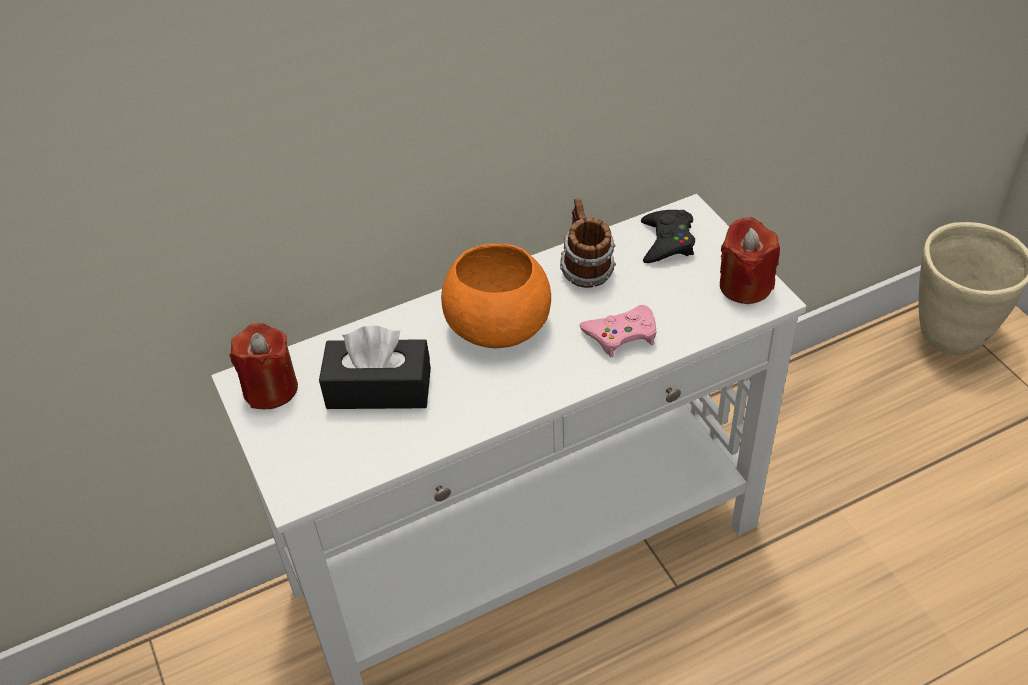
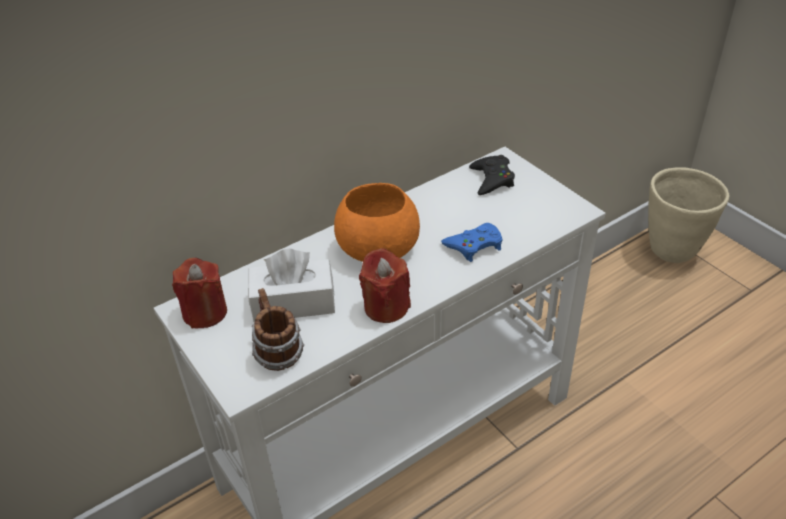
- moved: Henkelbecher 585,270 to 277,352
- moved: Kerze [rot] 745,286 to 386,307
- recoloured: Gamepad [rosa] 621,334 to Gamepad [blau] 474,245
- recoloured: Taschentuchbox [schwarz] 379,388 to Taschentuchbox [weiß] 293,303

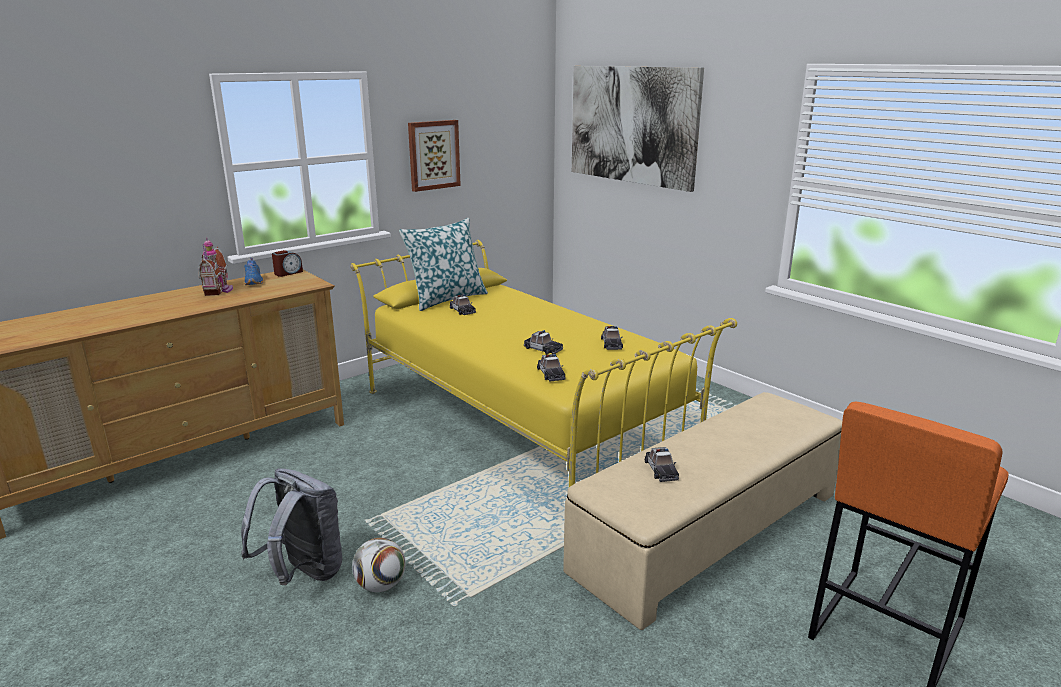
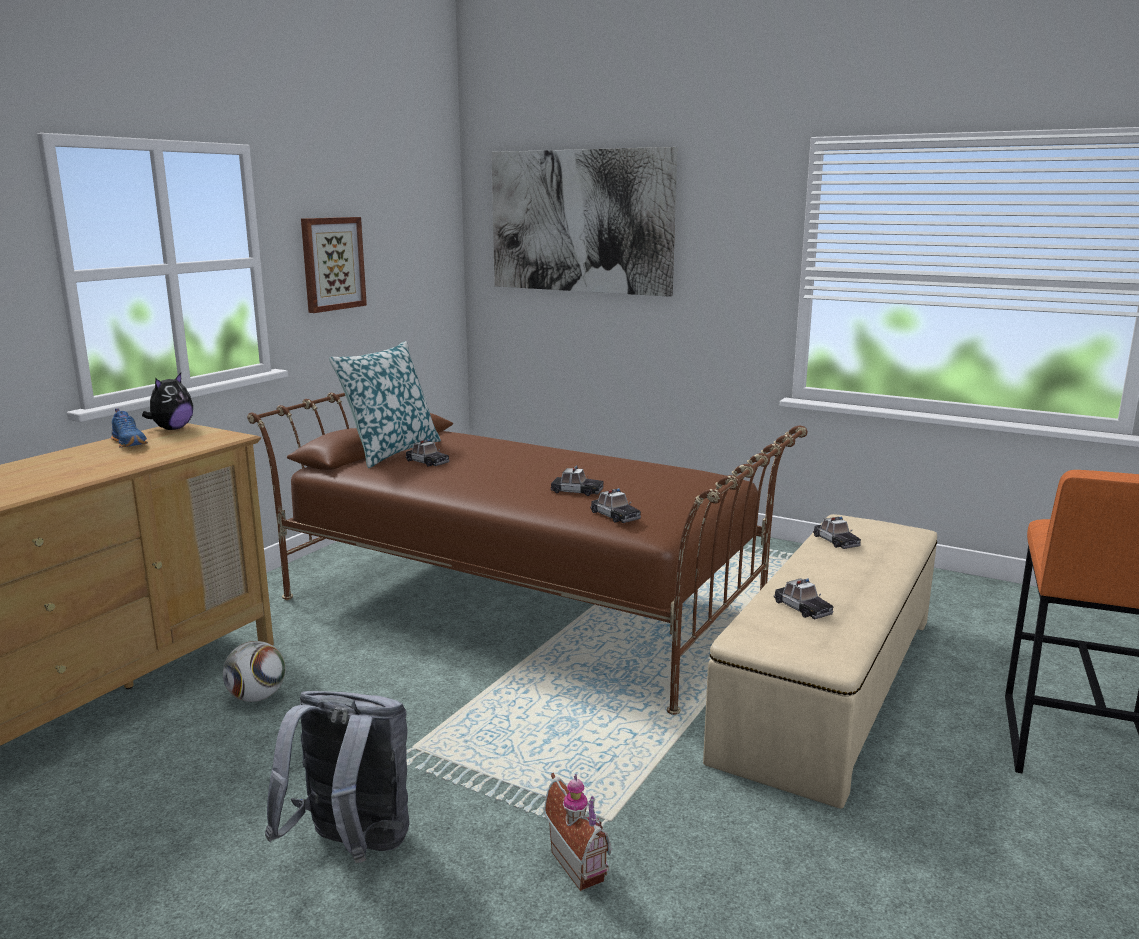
- moved: Spielzeughaus 219,290 to 582,863
- recoloured: Bett [gelb] 520,423 to Bett [braun] 521,605
- replaced: Wecker 288,273 to Plüschtier 172,429
- moved: Spielzeugauto 611,344 to 835,541
- moved: Fußball 381,585 to 257,697

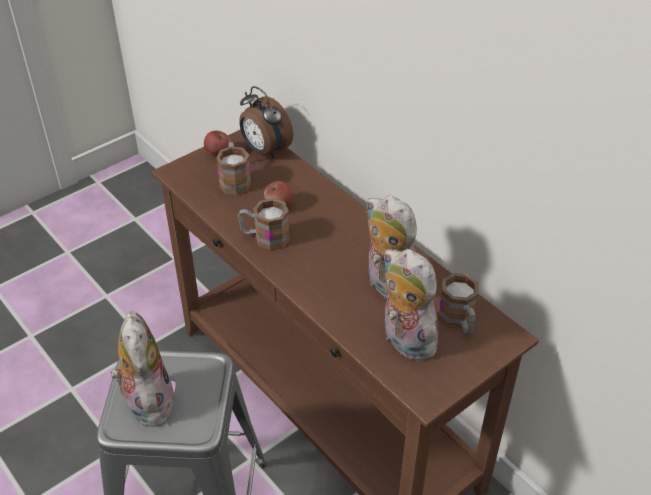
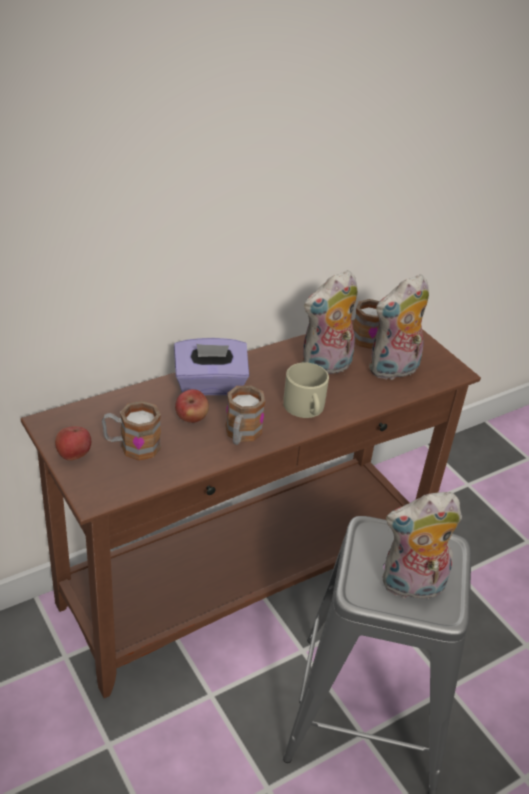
- removed: Wecker 265,150
- added: Taschentuchbox [lila] 210,385
- added: Henkelbecher [beige] 305,408

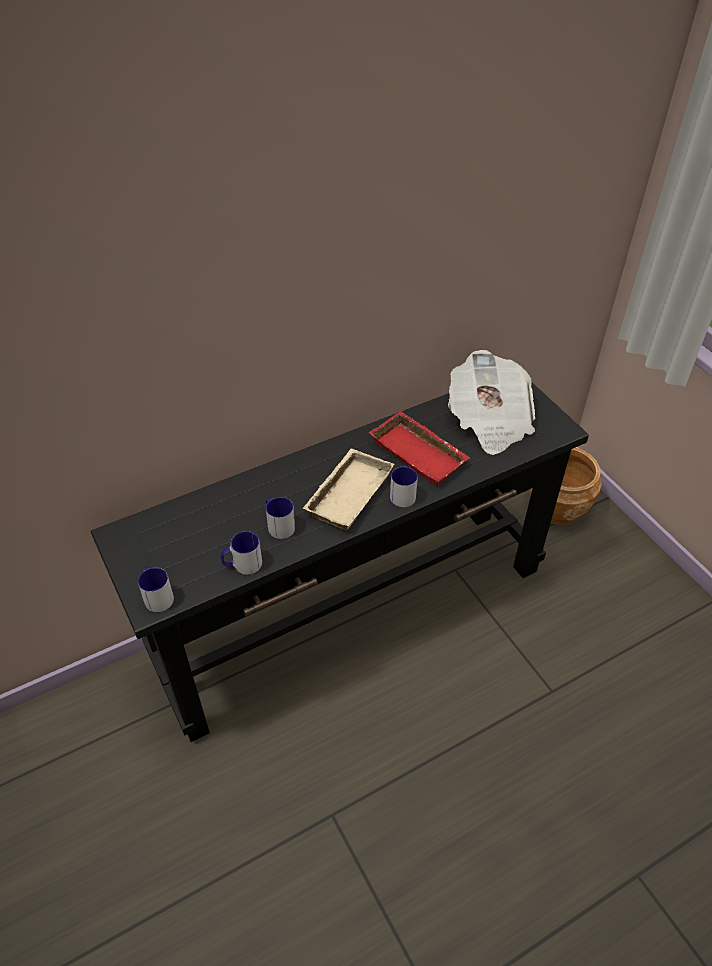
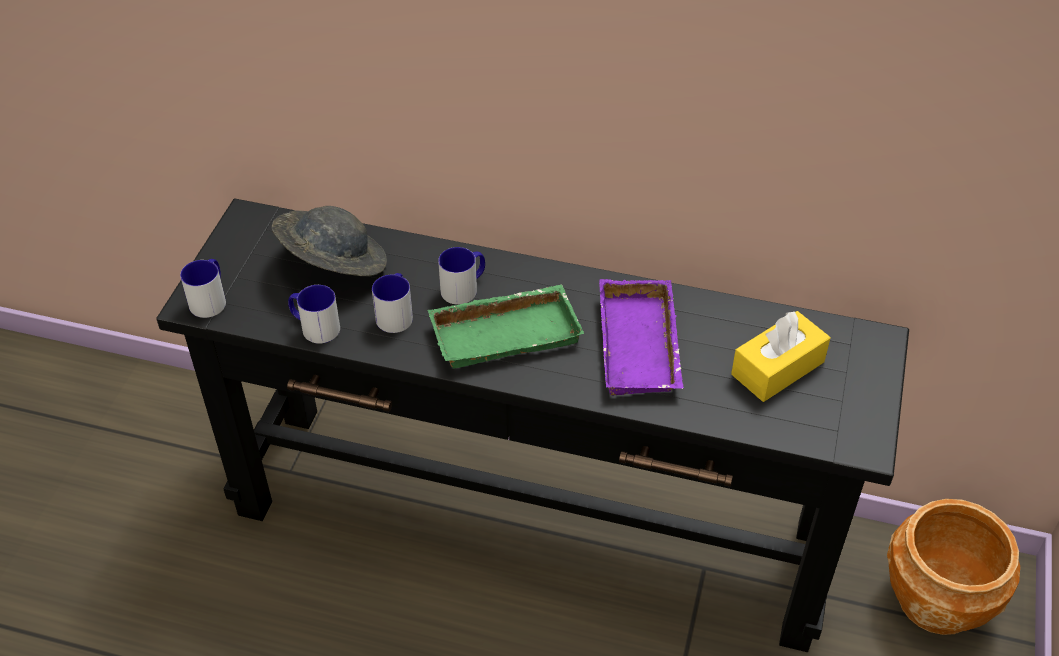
- replaced: Zeitung 489,421 to Taschentuchbox [gelb] 777,368
- recoloured: Tablett [rot] 420,453 to Tablett [lila] 642,346
- recoloured: Tablett [beige] 347,492 to Tablett [grün] 506,331
- moved: Henkelbecher 403,493 to 464,288
- added: Hut [grau] 332,263

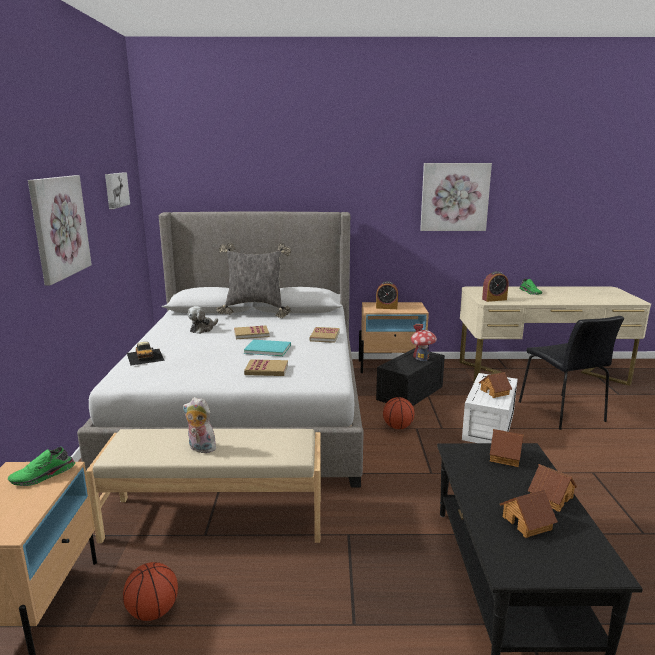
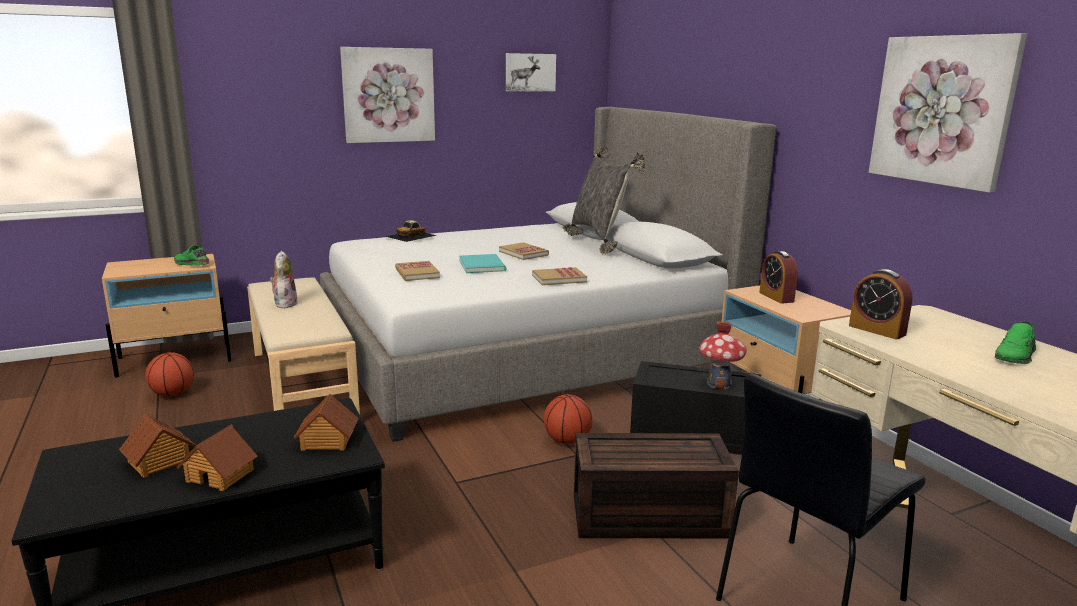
- removed: Plüschtier 203,329
- removed: Spielzeughaus 495,392
- recoloured: Aufbewahrungsbox [weiß] 490,426 to Aufbewahrungsbox [braun] 647,517

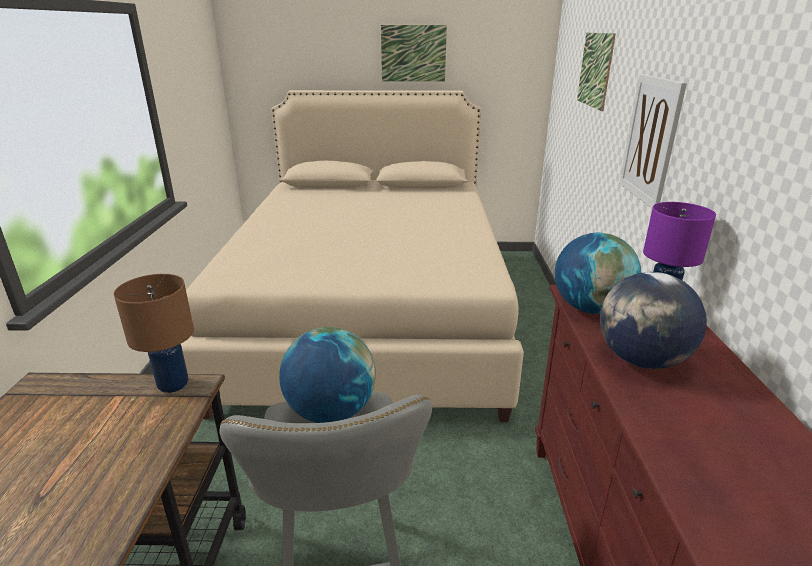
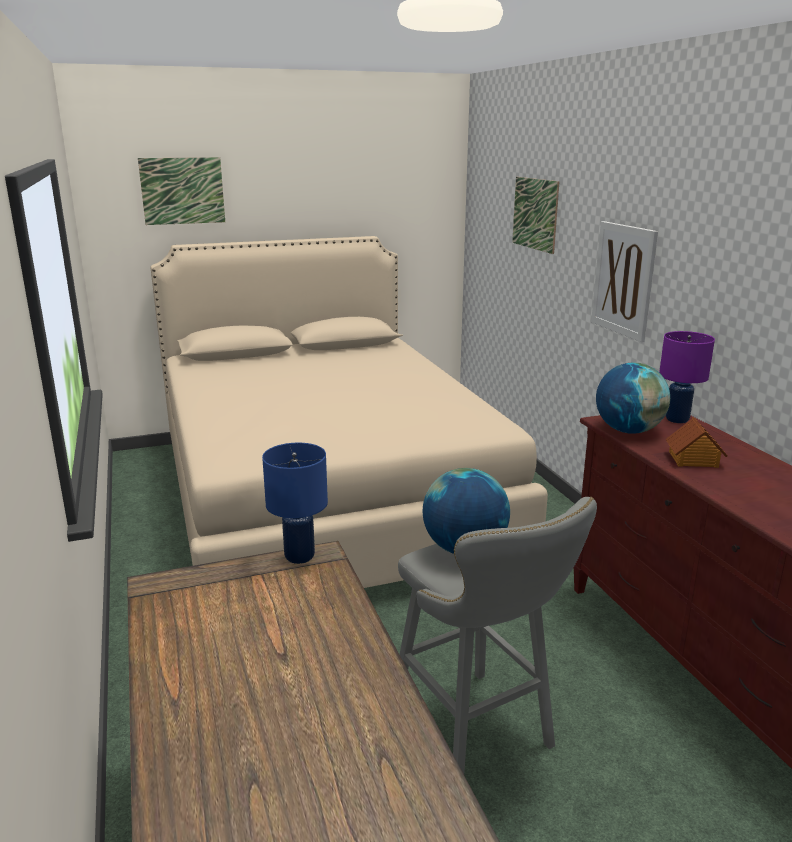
- moved: Bild 413,53 to 182,191
- replaced: Globus 640,360 to Spielzeughaus 693,459
- recoloured: Tischlampe [braun] 172,384 to Tischlampe [blau] 297,557

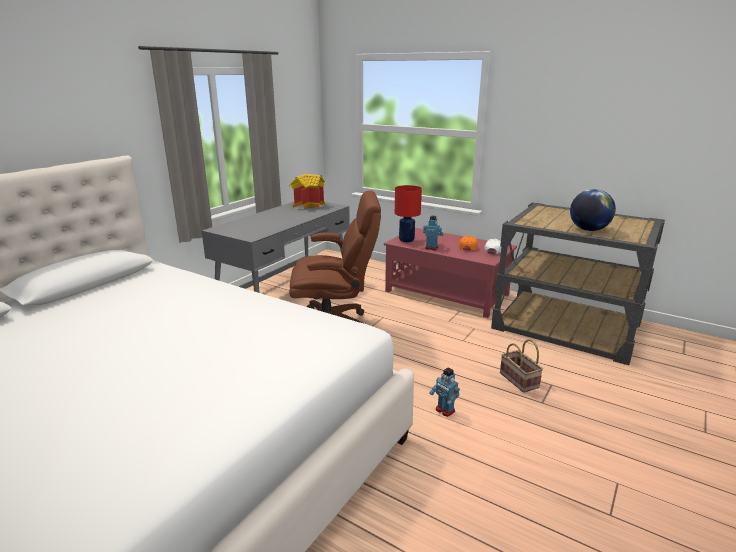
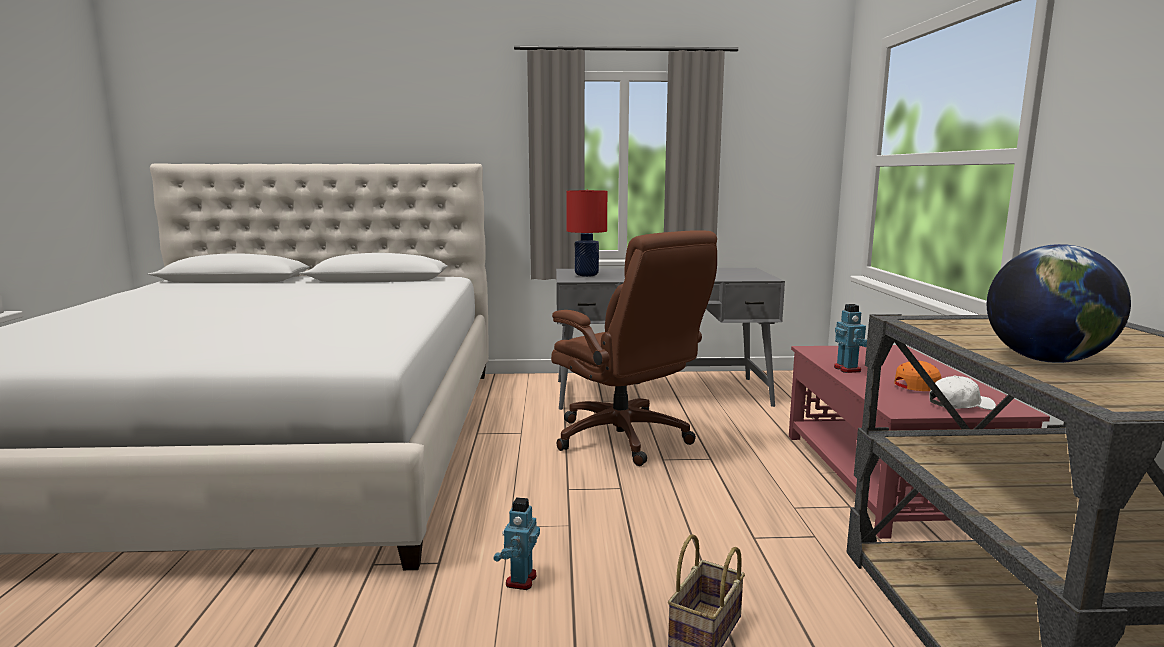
- removed: Spielzeughaus 309,205
- moved: Tischlampe [rot] 406,241 to 586,276

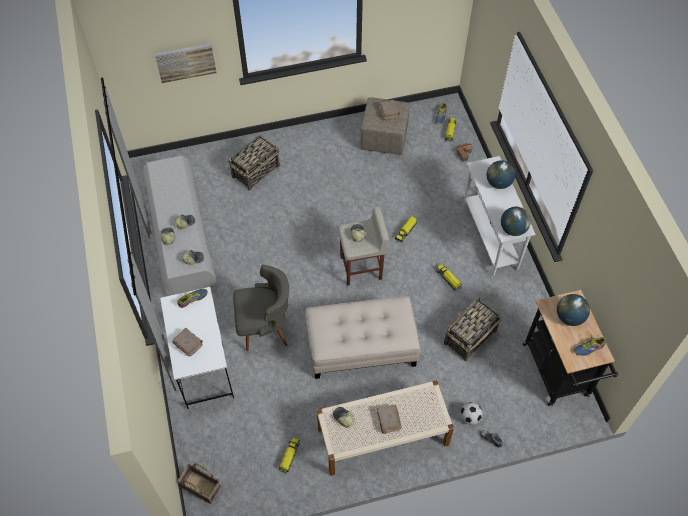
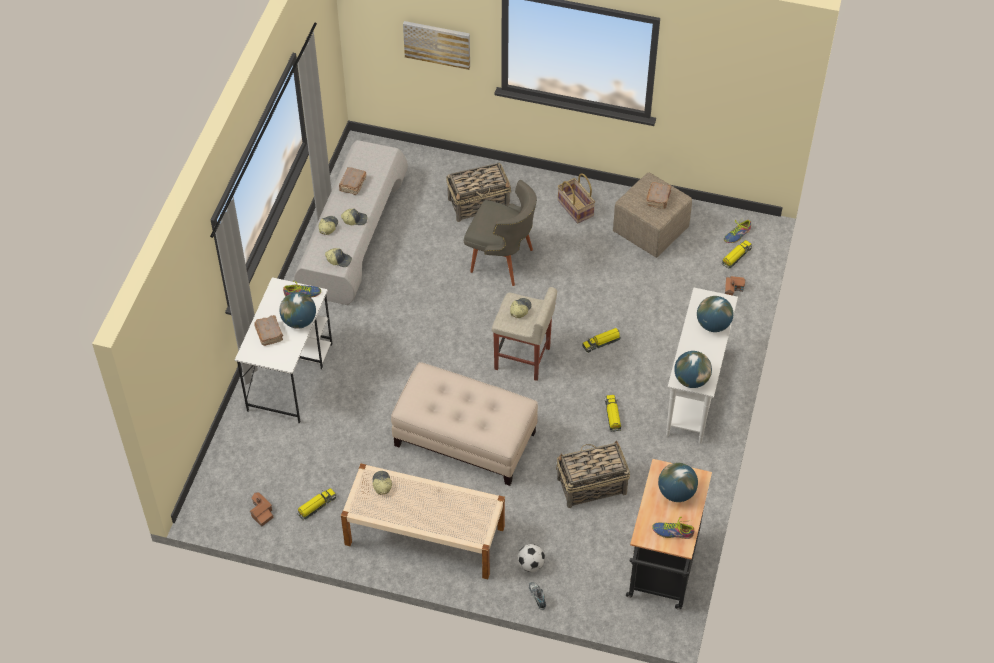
- moved: Stuhl [grau] 264,329 to 501,261
- moved: Buch [braun] 388,421 to 352,185
- moved: Korb 200,488 to 574,208
- added: Globus 299,321
- added: Spielzeughaus 261,512

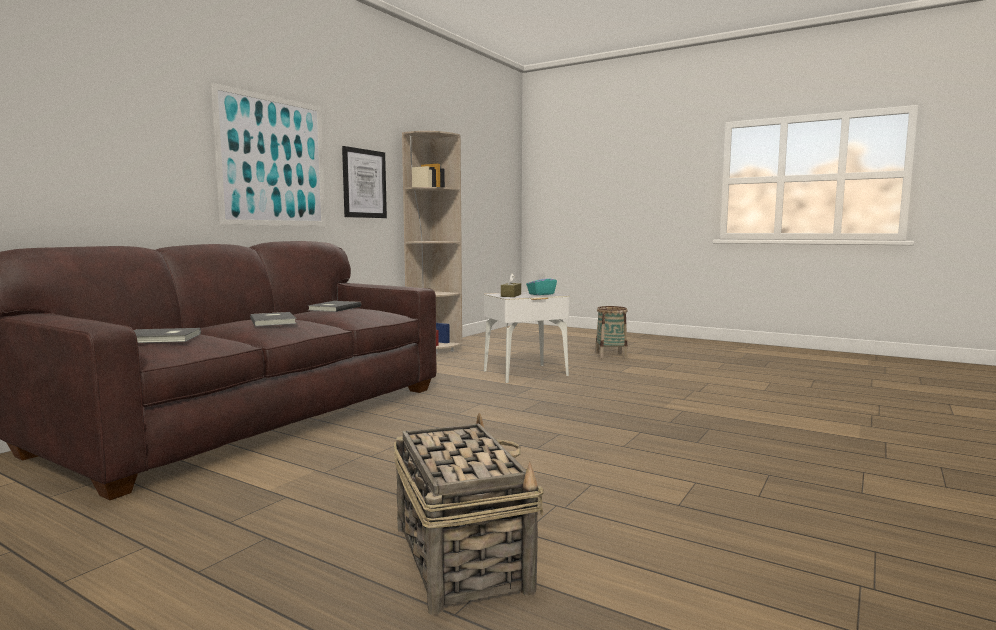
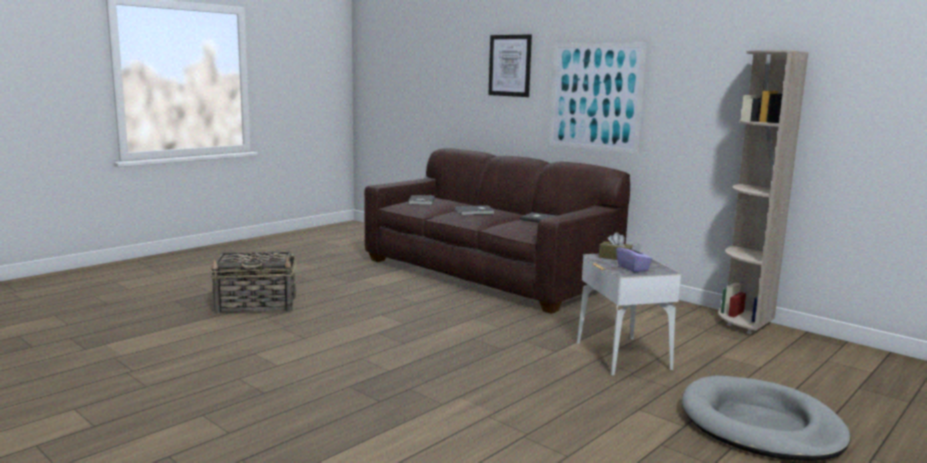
- moved: Bild 364,183 to 510,65
- recoloured: Taschentuchbox [türkis] 541,294 to Taschentuchbox [lila] 633,268
- replaced: Korb 611,356 to Hundebett [grau] 760,425

